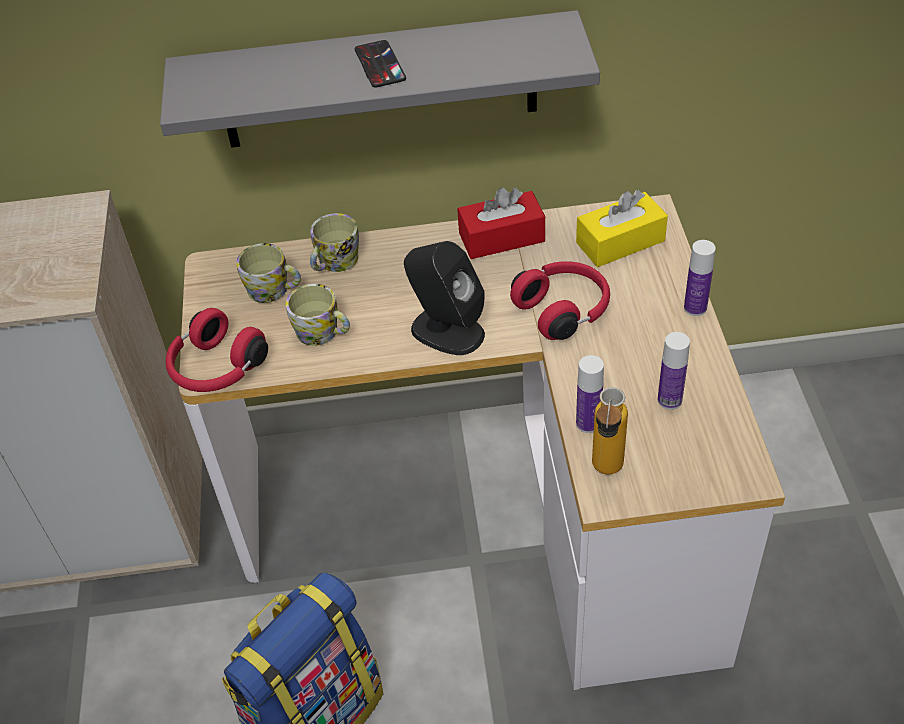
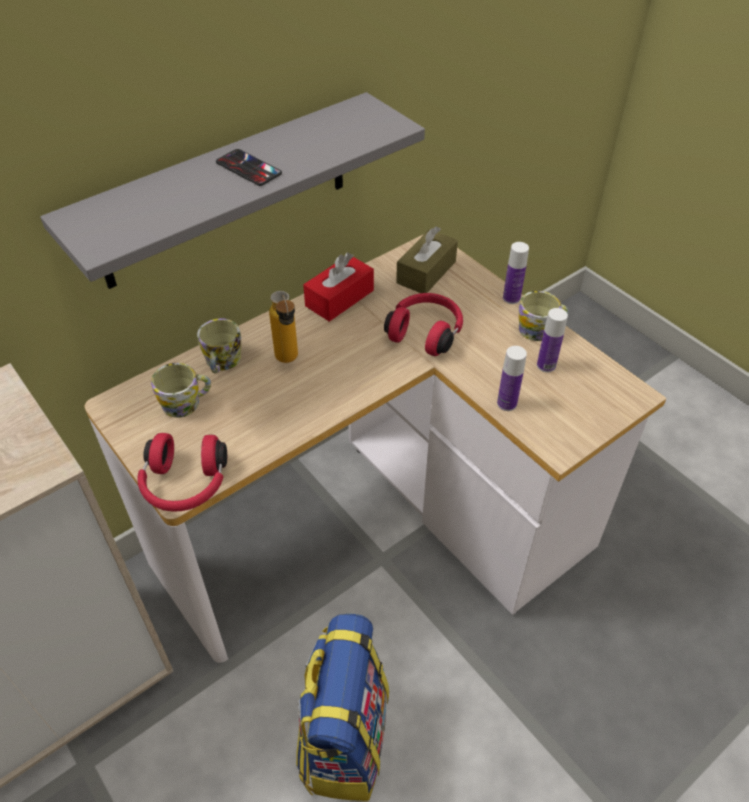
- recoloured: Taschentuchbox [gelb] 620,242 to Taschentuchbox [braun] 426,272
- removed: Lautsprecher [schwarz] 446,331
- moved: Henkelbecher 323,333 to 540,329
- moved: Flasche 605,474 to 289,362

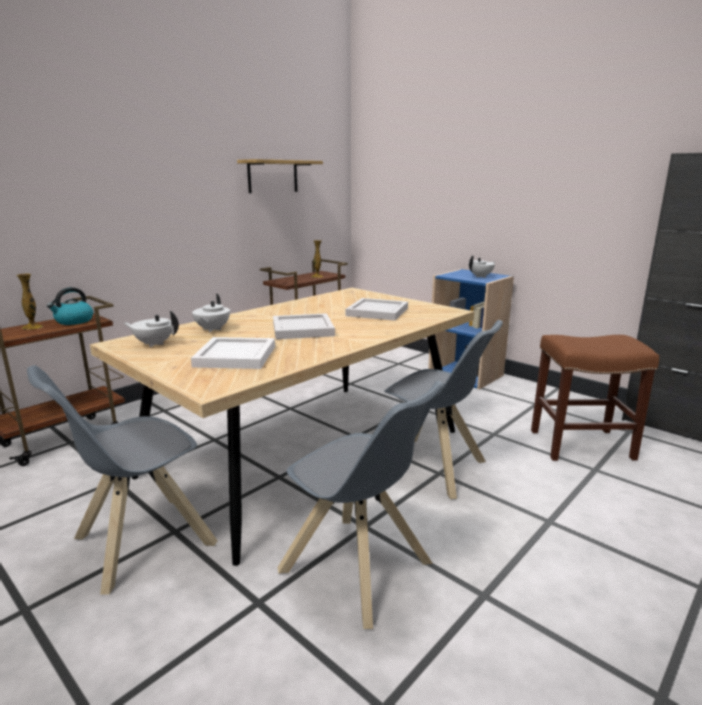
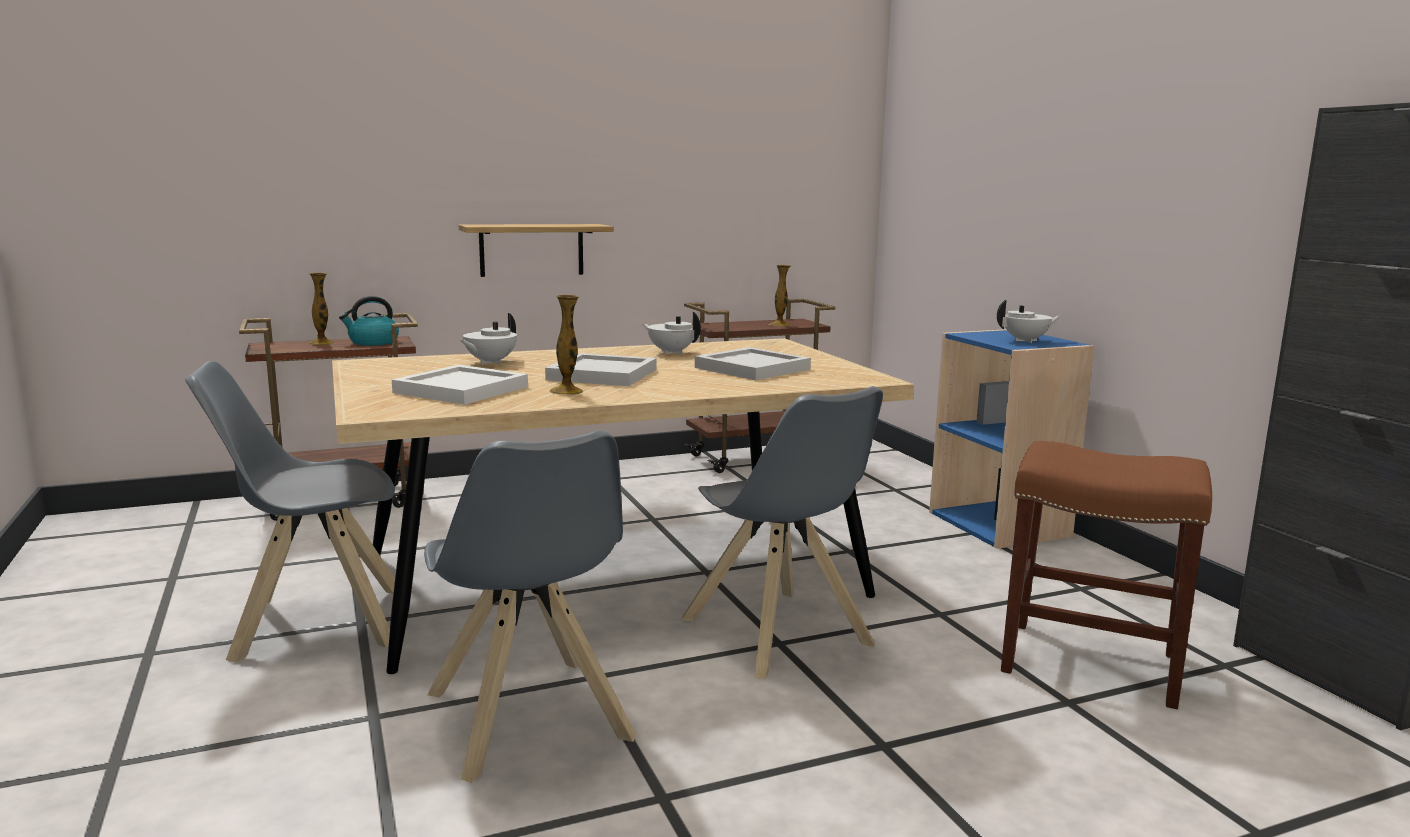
- moved: Wandregal 273,176 to 531,250
- moved: Teekanne [weiß] 154,344 to 671,352
- added: Vase 566,391

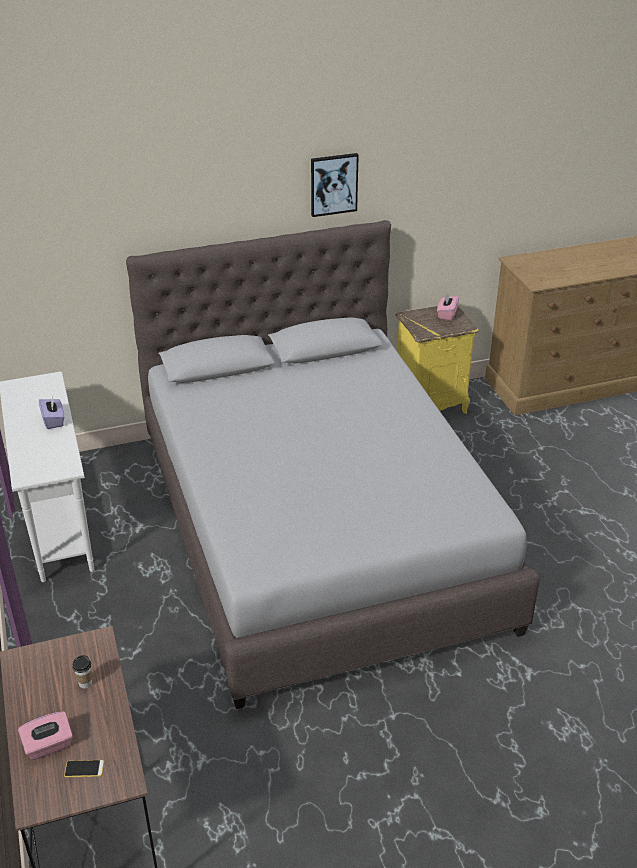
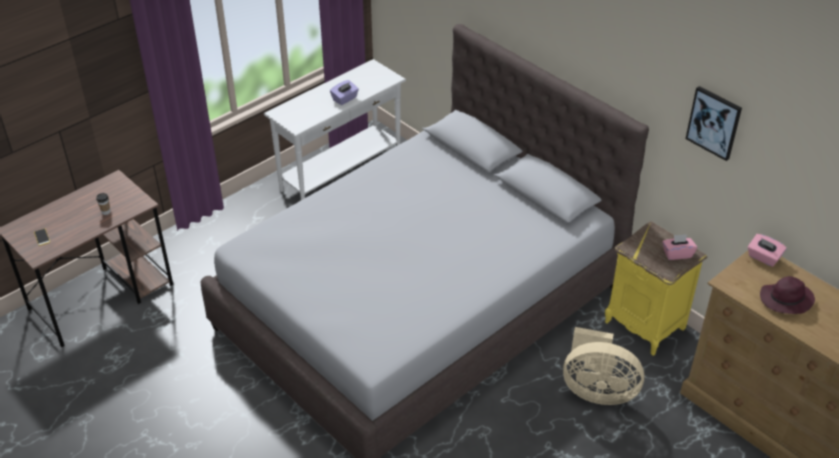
- moved: Bild 333,184 to 714,122
- moved: Taschentuchbox [rosa] 49,745 to 763,257
- added: Hut [lila] 785,300
- added: Ventilator [beige] 597,391

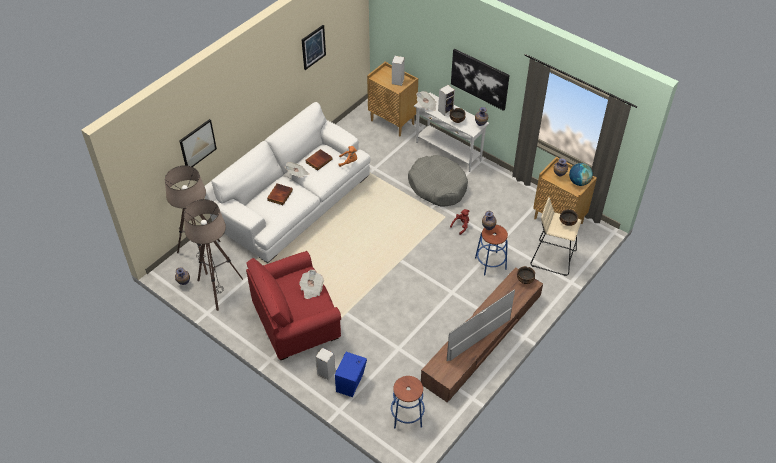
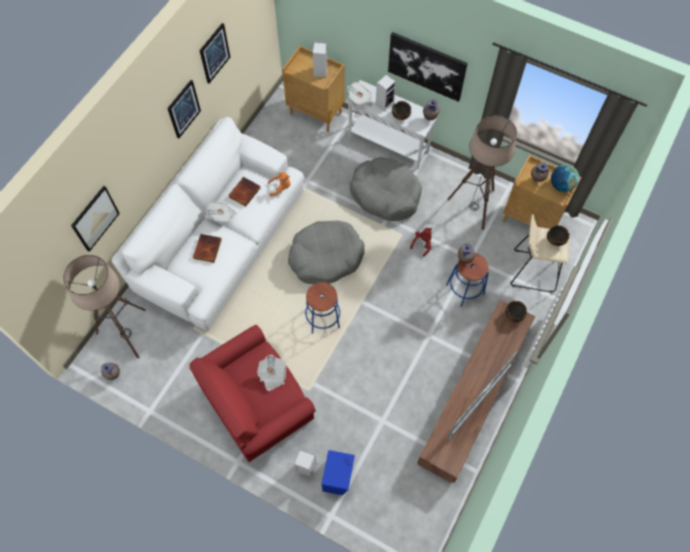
- moved: Stehlampe 219,289 to 474,206
- moved: Hocker [blau] 407,415 to 323,318
- added: Bild 183,109
- added: Hundebett [grau] 325,257

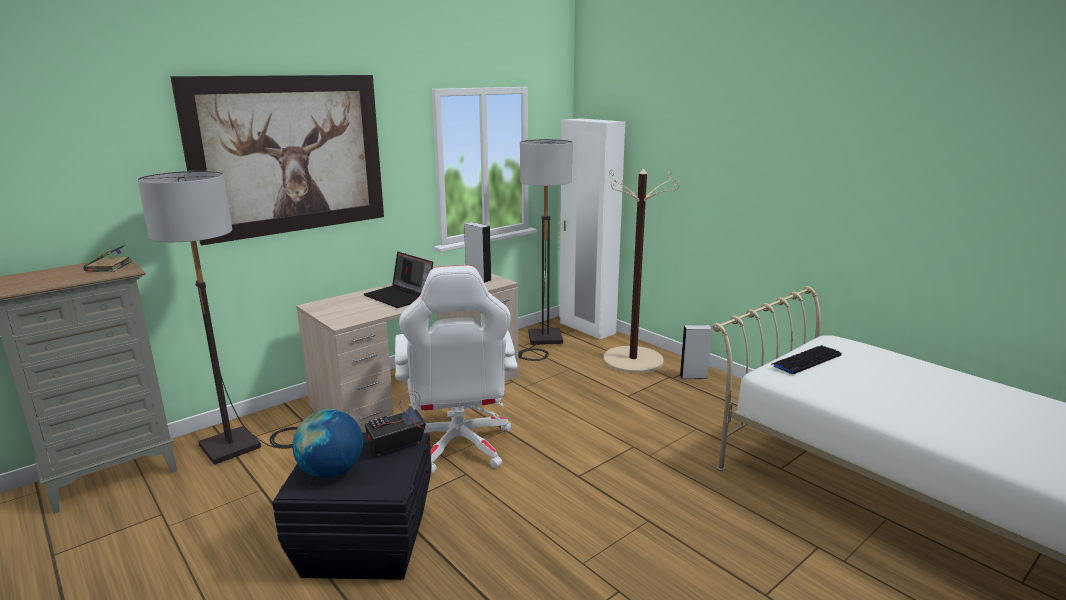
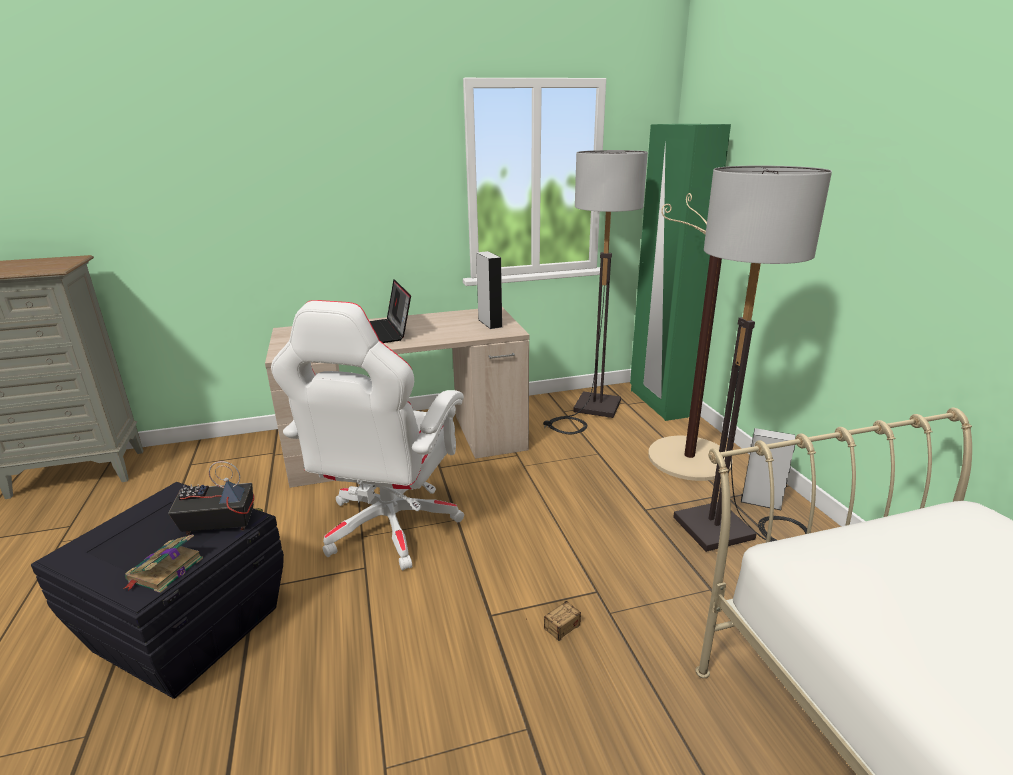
- removed: Bild 289,155
- recoloured: Kleiderschrank [weiß] 587,328 to Kleiderschrank [grün] 659,403
- moved: Stehlampe 248,445 to 734,531
- moved: Buch 108,267 to 164,571
- removed: Tastatur 806,360
- removed: Globus 331,472
- added: Aufbewahrungsbox 546,638

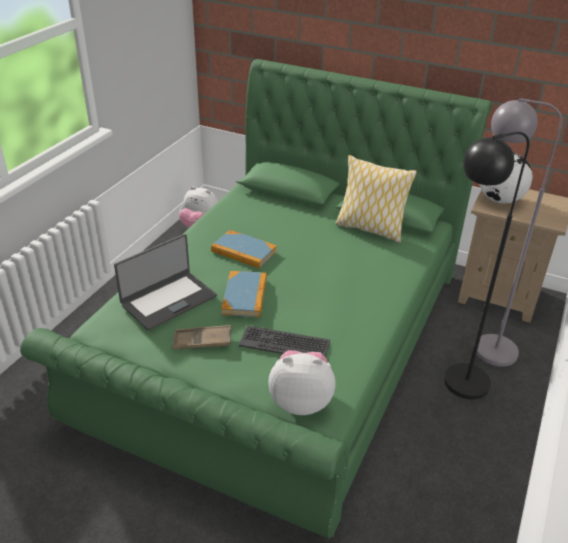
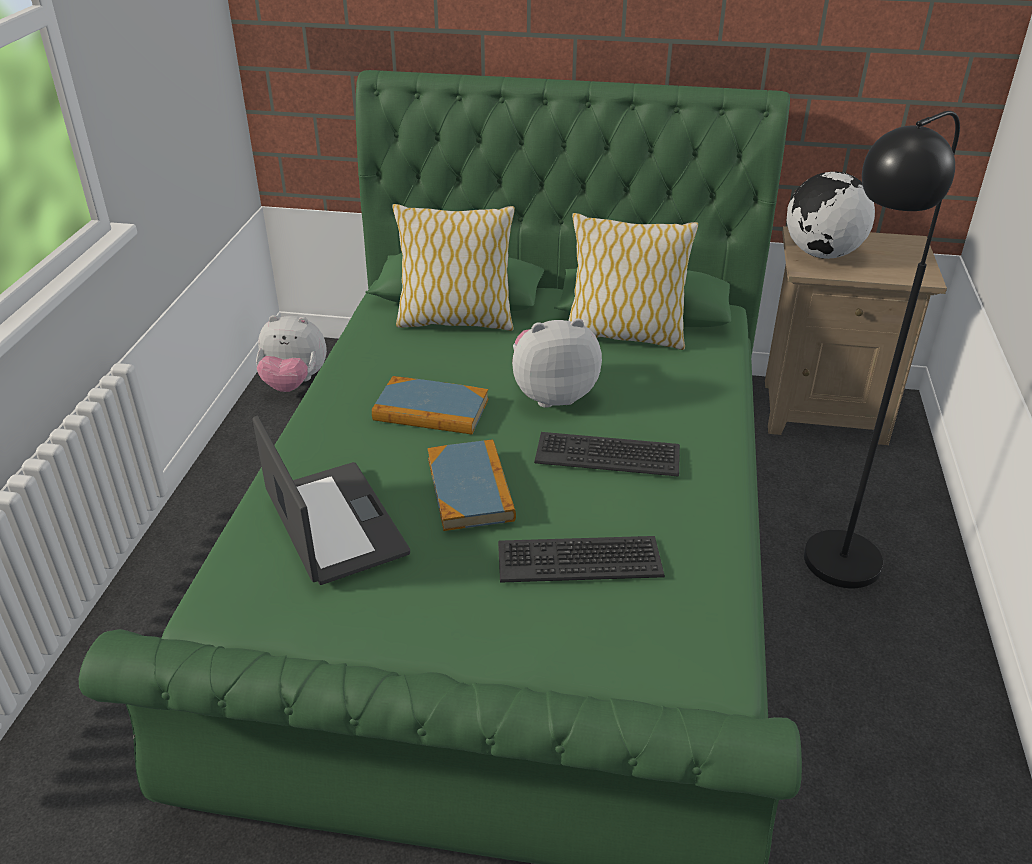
- removed: Stehlampe [grau] 481,348
- turned: Laptop 168,300 = 333,523 60 degrees counterclockwise
- removed: Tablett [braun] 202,341
- moved: Plüschtier 301,400 to 552,395
- added: Kissen 455,321
- added: Tastatur 607,454

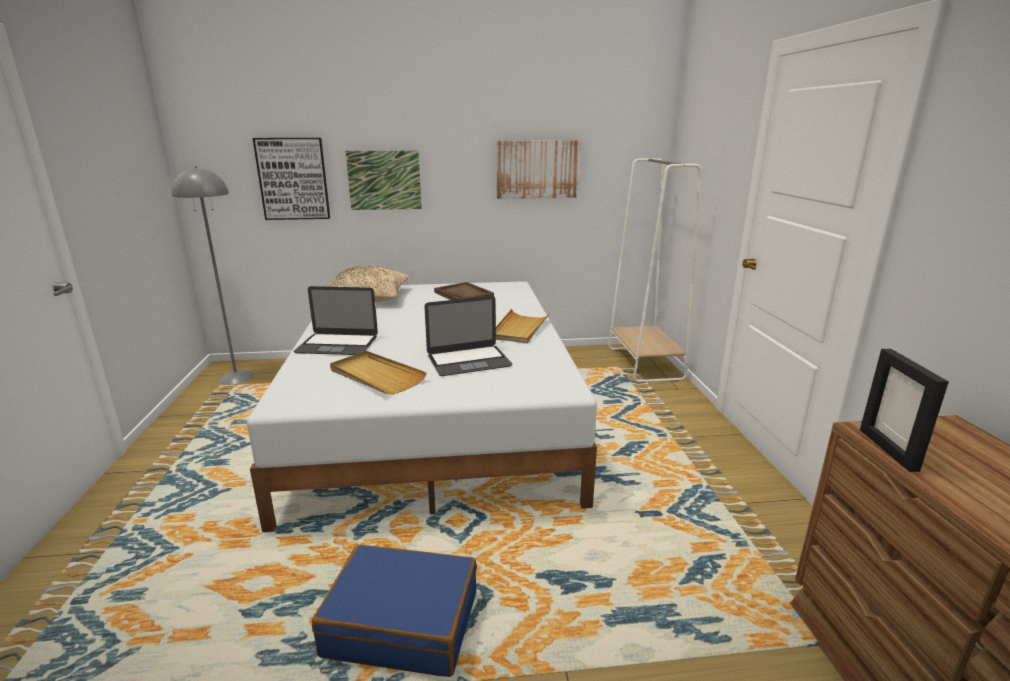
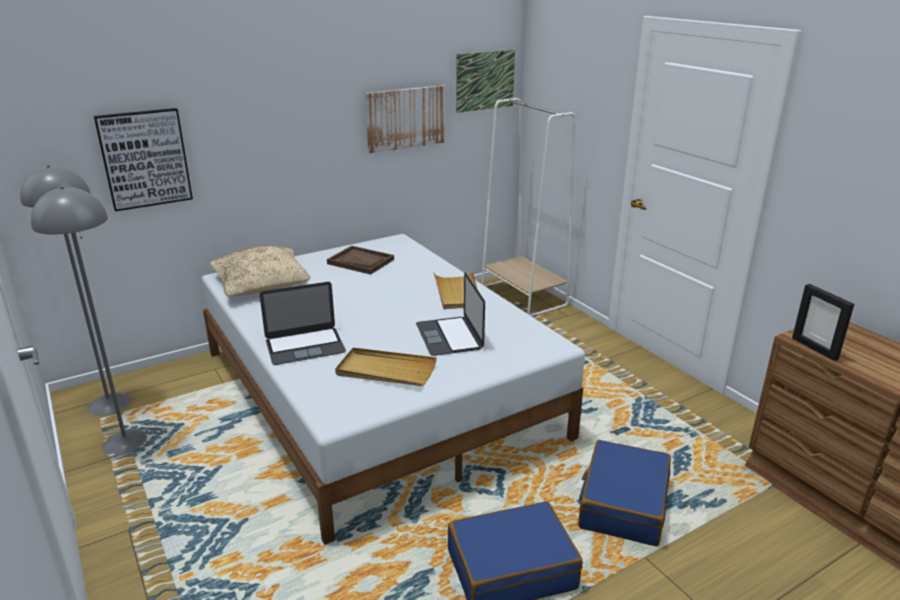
- moved: Bild 384,180 to 485,80
- turned: Laptop 469,360 = 449,336 120 degrees clockwise
- added: Stehlampe [grau] 125,442
- added: Koffer [blau] 623,504

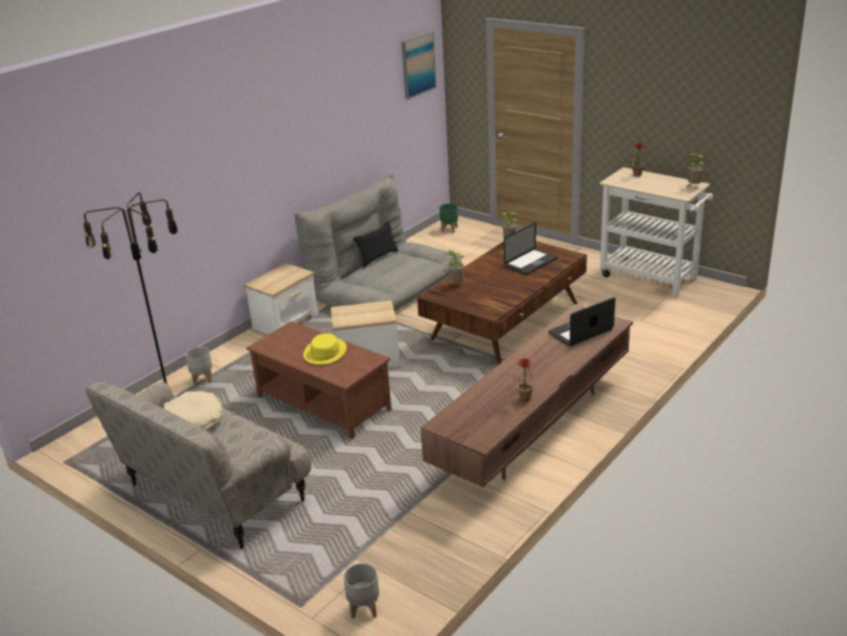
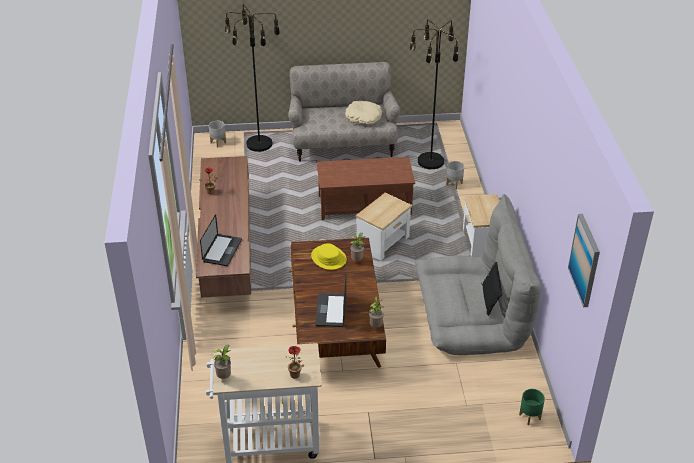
- moved: Hut [gelb] 325,352 to 328,258
- added: Stehlampe 258,144

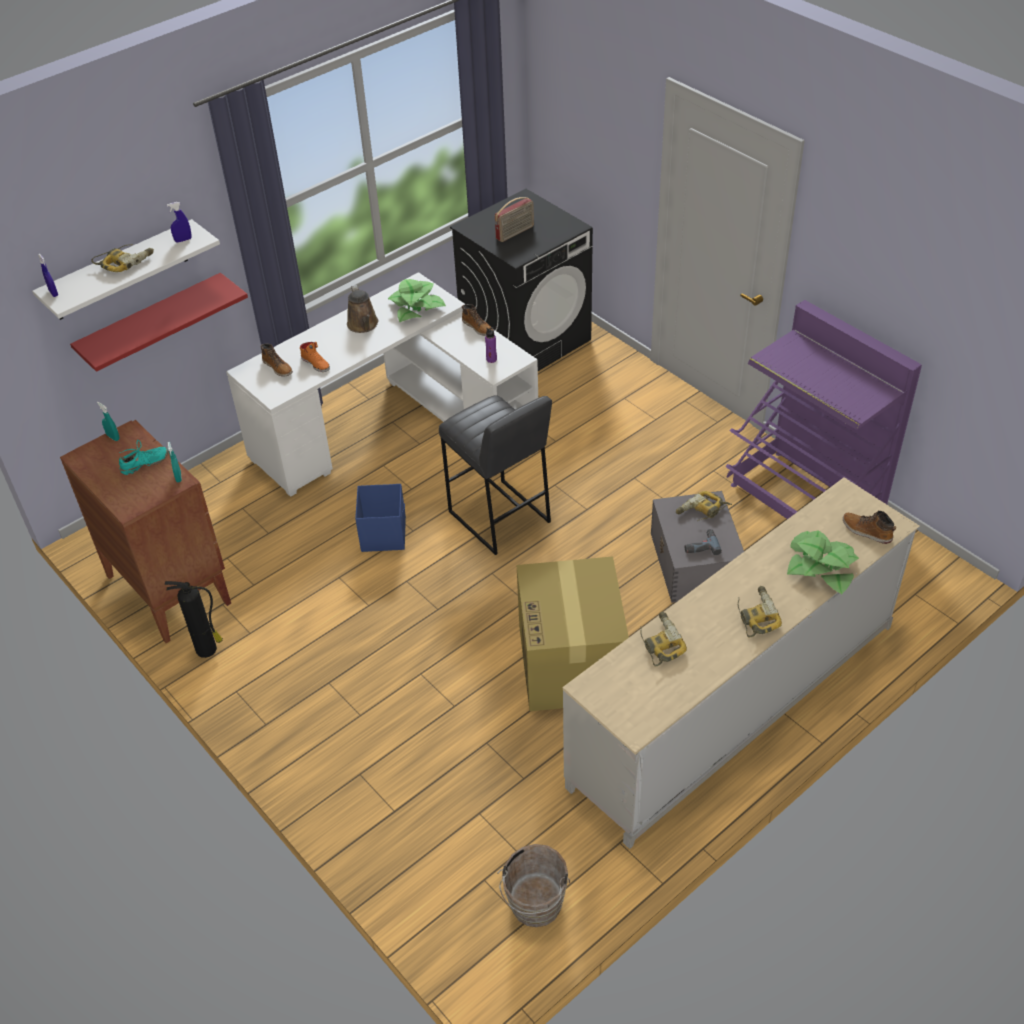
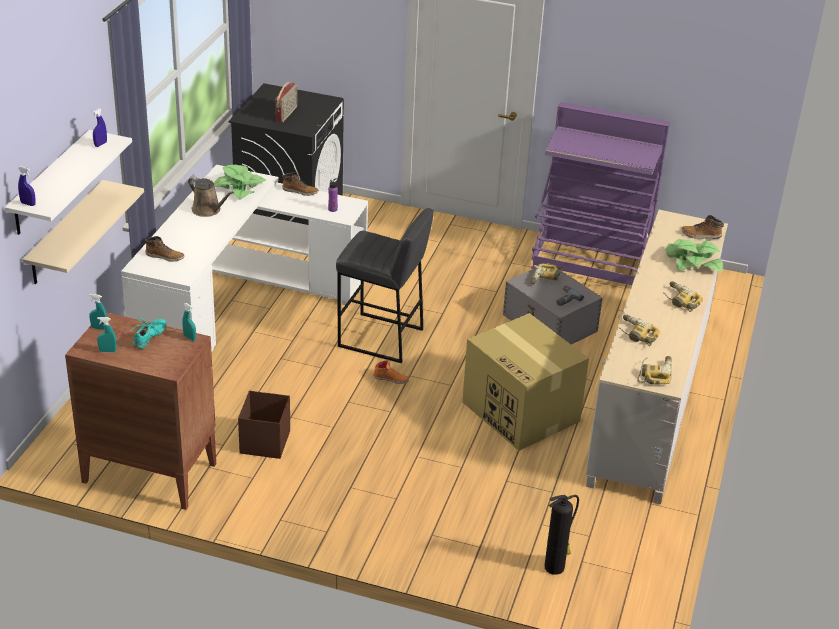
- moved: Bohrmaschine 125,261 to 654,374
- recoloured: Wandregal [rot] 152,323 to Wandregal [beige] 66,233
- moved: Schuh [orange] 316,363 to 391,378
- removed: Aufbewahrungsbox [blau] 384,534
- moved: Feuerlöscher 208,649 to 555,567
- removed: Eimer [braun] 535,907
- added: Sprühflasche [türkis] 108,351
- added: Aufbewahrungsbox [braun] 264,443

